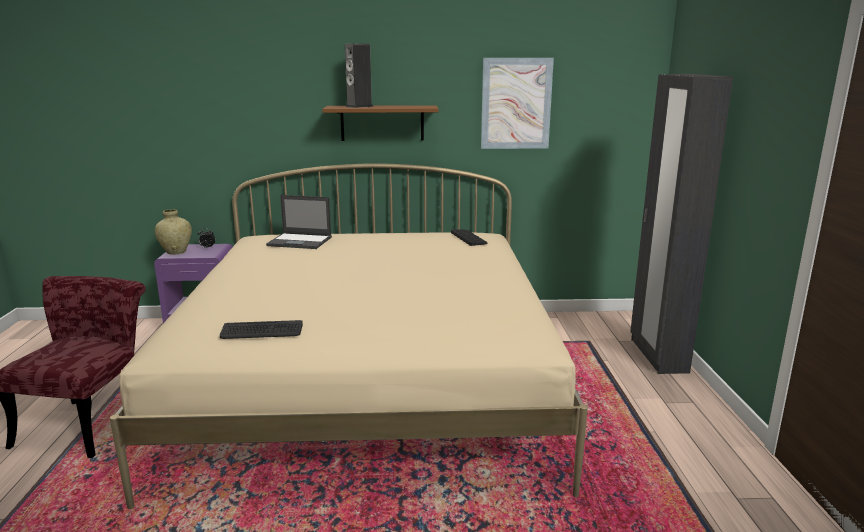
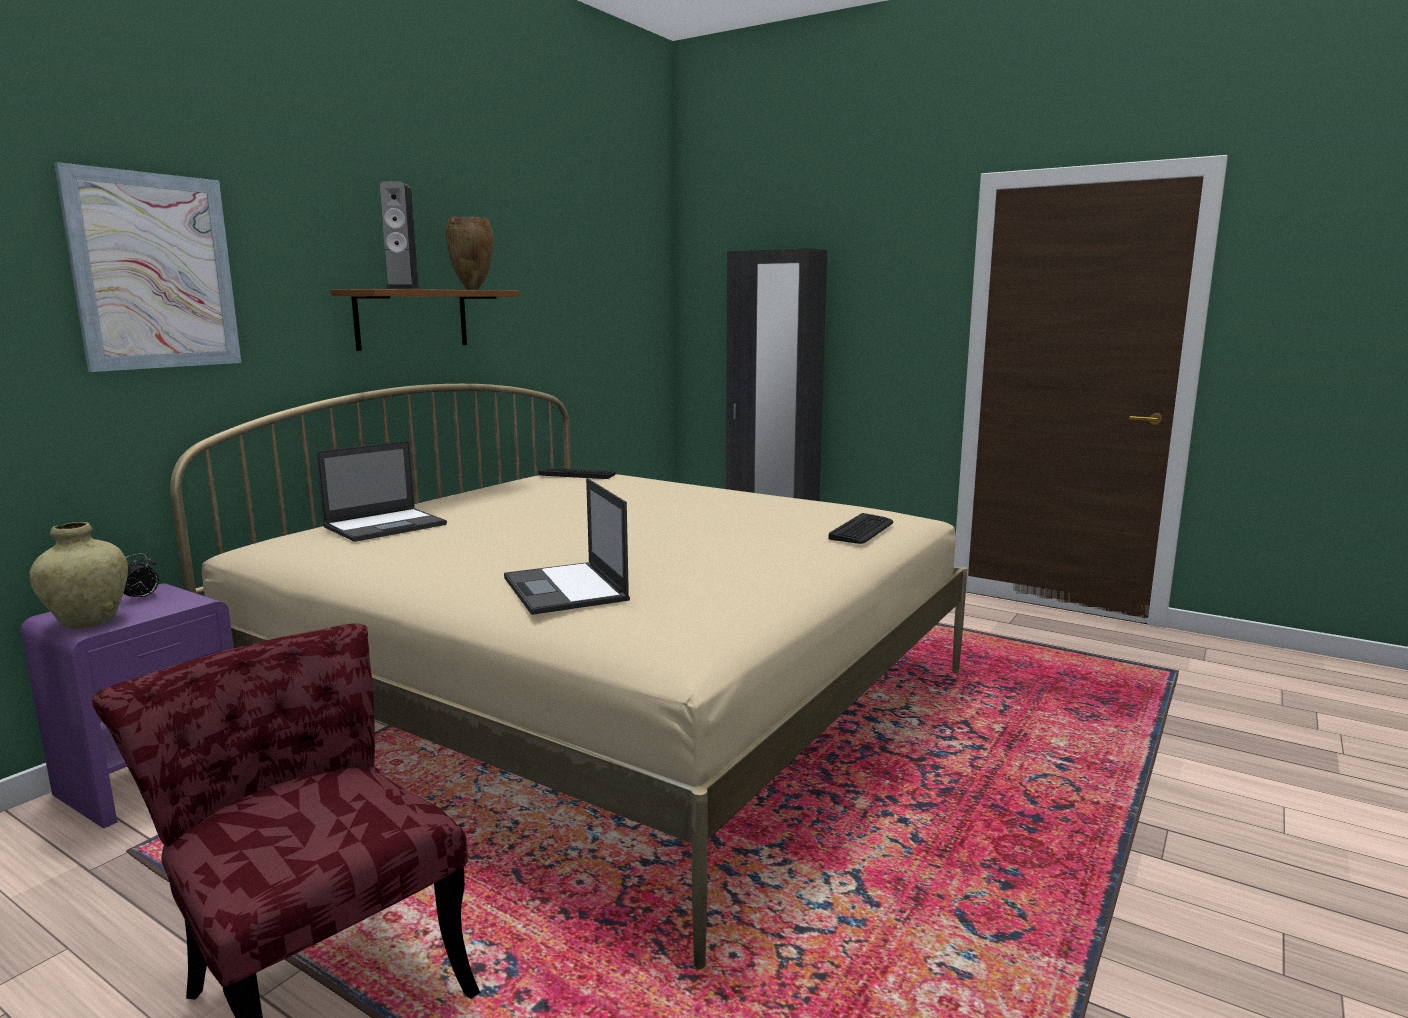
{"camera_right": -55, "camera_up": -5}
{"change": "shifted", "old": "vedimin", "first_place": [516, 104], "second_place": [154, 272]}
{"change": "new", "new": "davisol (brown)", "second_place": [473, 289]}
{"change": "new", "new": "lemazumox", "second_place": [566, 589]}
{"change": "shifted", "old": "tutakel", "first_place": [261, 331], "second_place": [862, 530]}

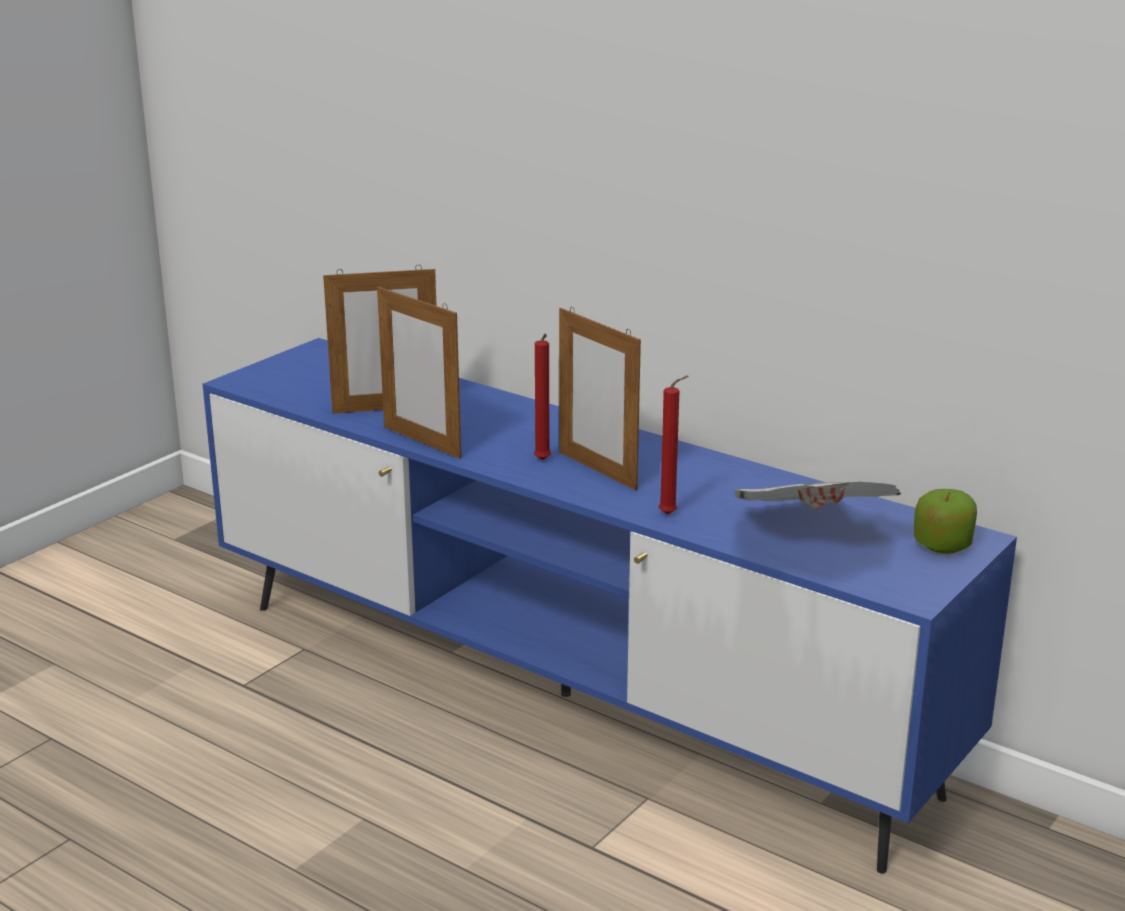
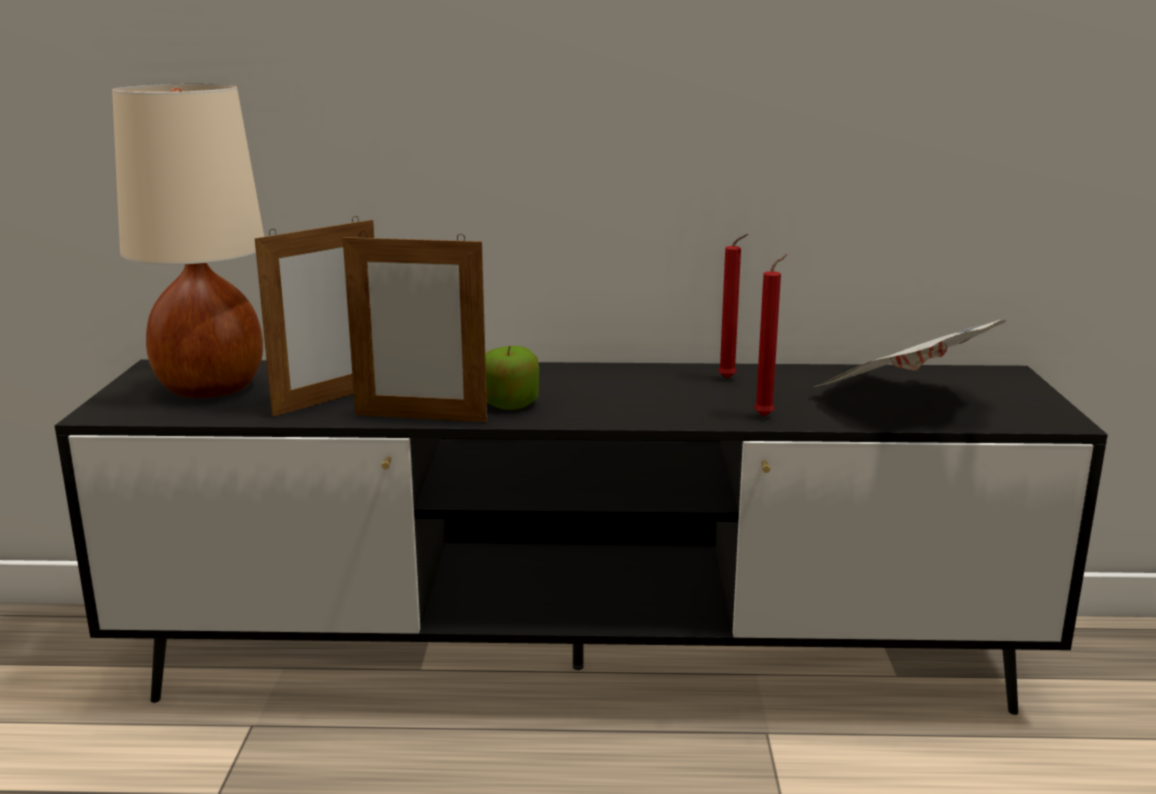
{"camera_right": -35, "camera_up": -5}
{"change": "repainted", "old": "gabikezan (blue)", "new": "gabikezan (black)", "first_place": [565, 694], "second_place": [578, 668]}
{"change": "new", "new": "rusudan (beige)", "second_place": [209, 388]}
{"change": "shifted", "old": "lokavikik", "first_place": [942, 545], "second_place": [509, 404]}
{"change": "shifted", "old": "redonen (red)", "first_place": [543, 461], "second_place": [729, 379]}
{"change": "gone", "old": "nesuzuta", "first_place": [597, 470]}

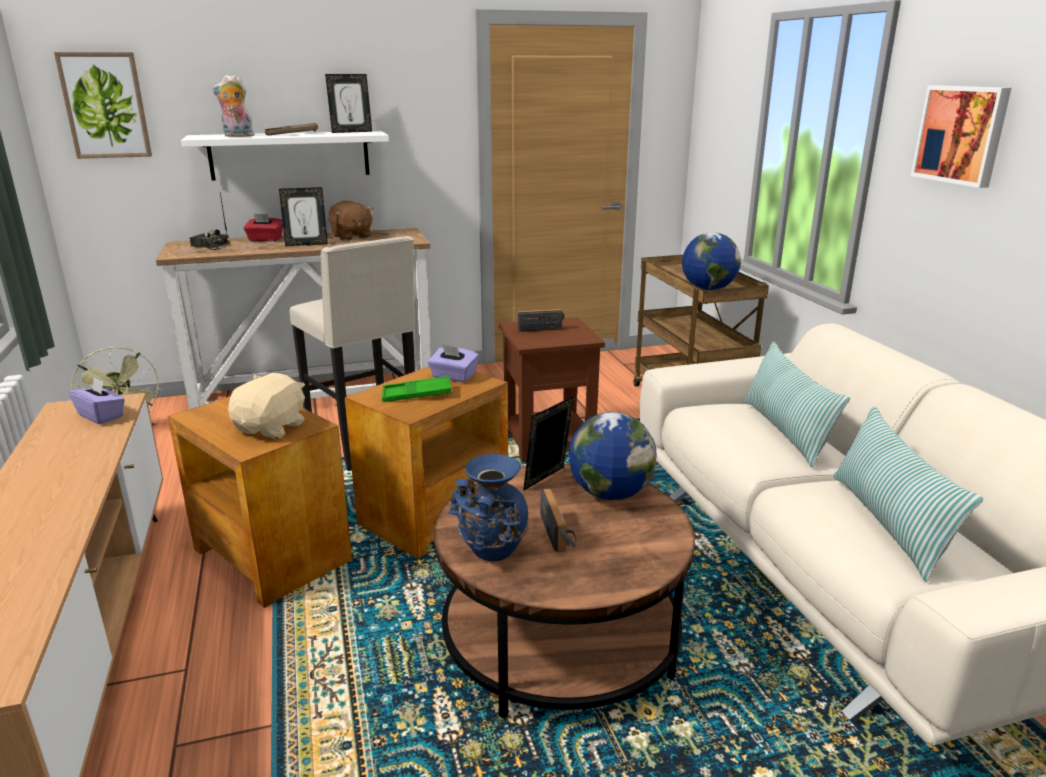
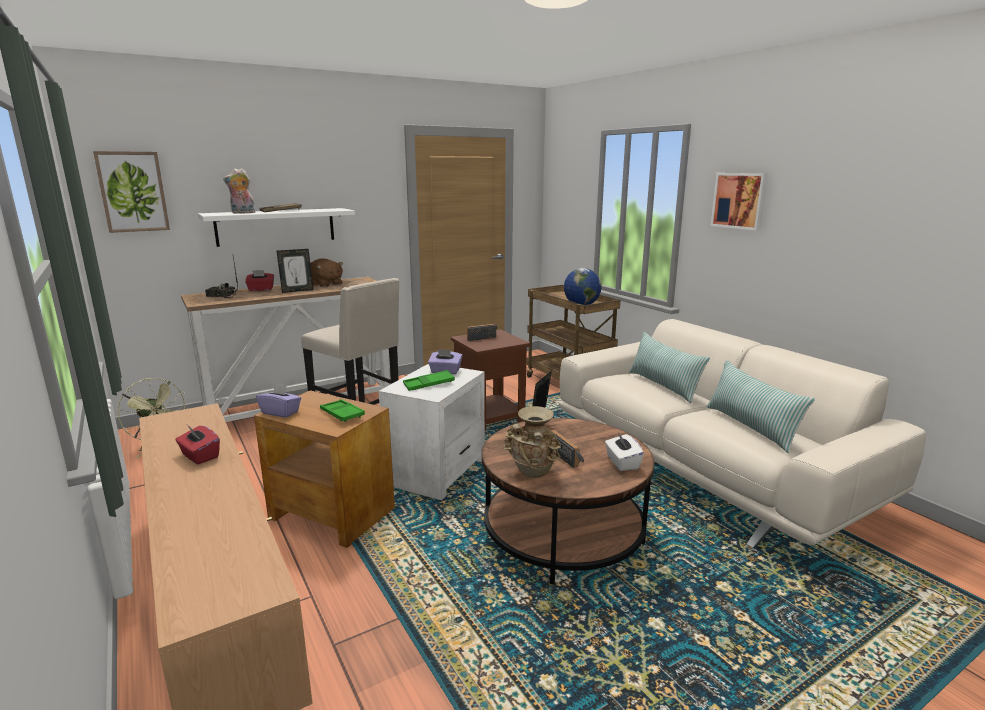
{"camera_right": -15, "camera_up": -5}
{"change": "new", "new": "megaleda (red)", "second_place": [199, 456]}
{"change": "shifted", "old": "megaleda (purple)", "first_place": [101, 416], "second_place": [280, 412]}
{"change": "swapped", "old": "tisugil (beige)", "new": "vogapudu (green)", "first_place": [272, 428], "second_place": [342, 414]}
{"change": "repainted", "old": "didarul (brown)", "new": "didarul (white)", "first_place": [436, 515], "second_place": [437, 472]}
{"change": "repainted", "old": "davisol (blue)", "new": "davisol (beige)", "first_place": [491, 553], "second_place": [533, 473]}
{"change": "new", "new": "megaleda (white)", "second_place": [622, 463]}
{"change": "gone", "old": "nesuzuta", "first_place": [351, 132]}
{"change": "gone", "old": "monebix", "first_place": [610, 493]}

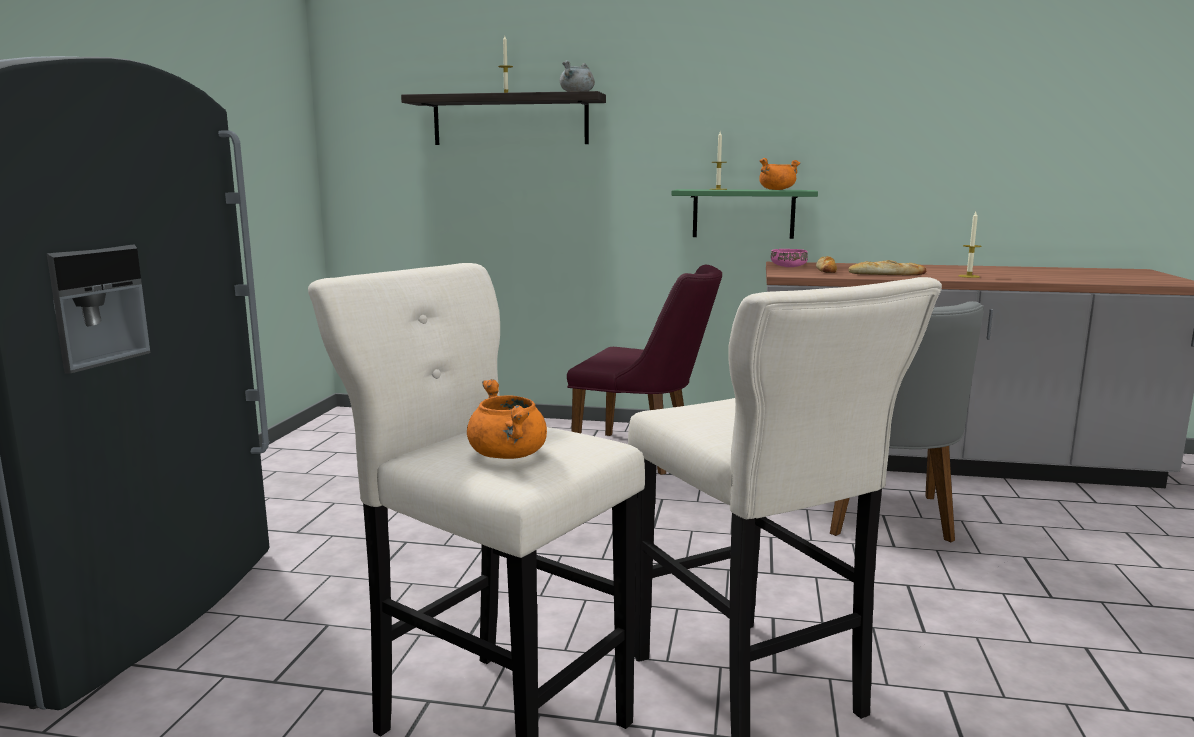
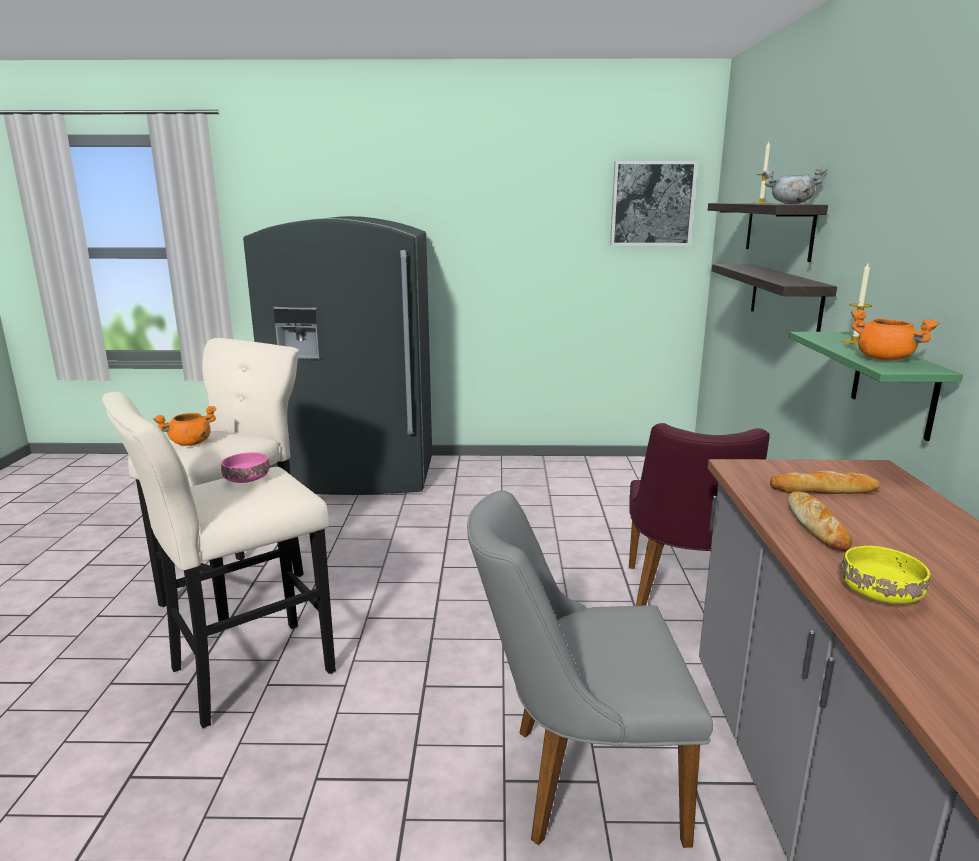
{"camera_right": 80, "camera_up": 5}
{"change": "shifted", "old": "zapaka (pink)", "first_place": [788, 267], "second_place": [245, 479]}
{"change": "new", "new": "vedimin", "second_place": [652, 204]}
{"change": "new", "new": "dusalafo", "second_place": [785, 299]}
{"change": "swapped", "old": "redonen", "new": "zapaka (yellow)", "first_place": [969, 276], "second_place": [881, 593]}

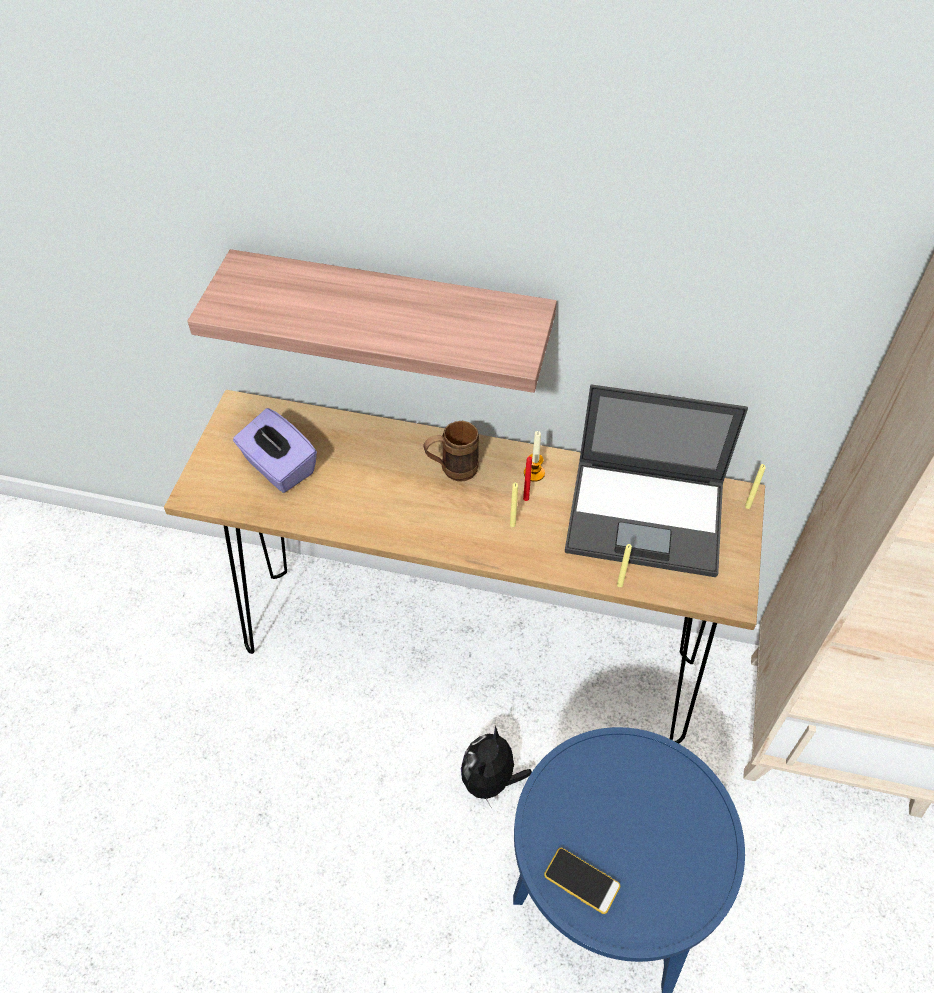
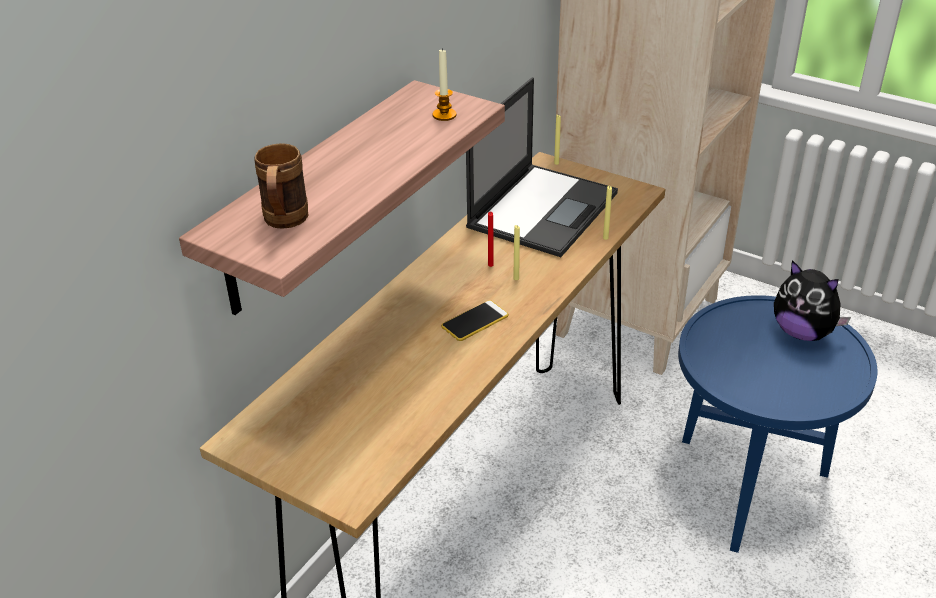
{"camera_right": -70, "camera_up": -15}
{"change": "shifted", "old": "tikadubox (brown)", "first_place": [451, 470], "second_place": [284, 223]}
{"change": "shifted", "old": "redonen", "first_place": [534, 473], "second_place": [444, 115]}
{"change": "shifted", "old": "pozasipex", "first_place": [581, 880], "second_place": [475, 321]}
{"change": "shifted", "old": "tisugil", "first_place": [490, 780], "second_place": [802, 332]}
{"change": "gone", "old": "megaleda (purple)", "first_place": [279, 467]}

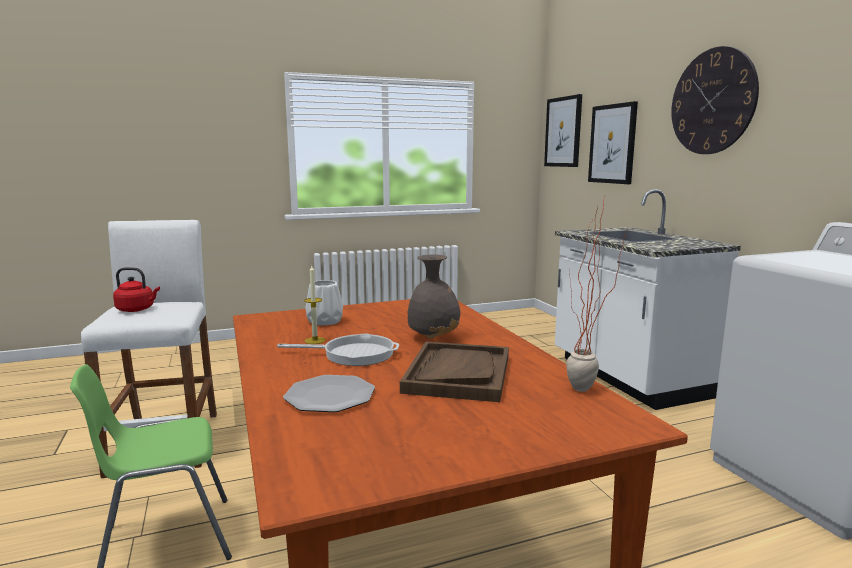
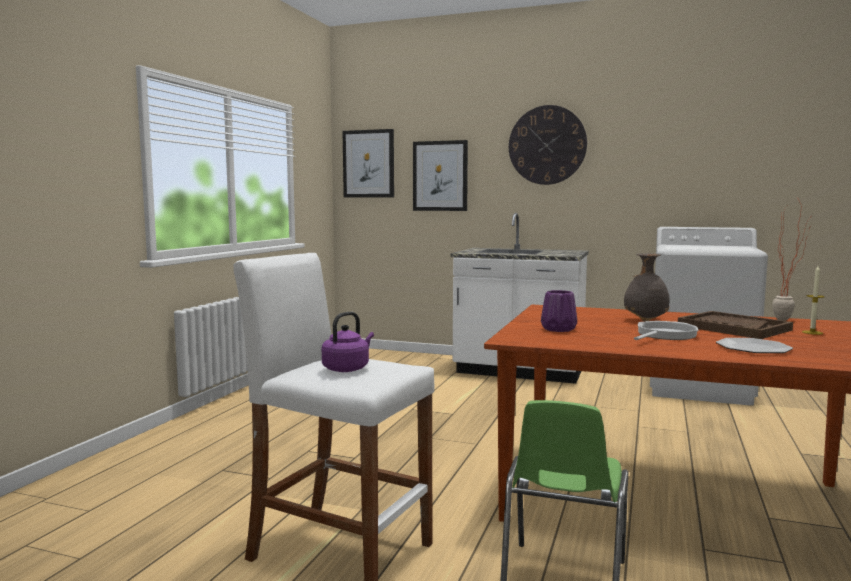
{"camera_right": -50, "camera_up": -5}
{"change": "repainted", "old": "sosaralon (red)", "new": "sosaralon (purple)", "first_place": [137, 309], "second_place": [347, 368]}
{"change": "repainted", "old": "davisol (white)", "new": "davisol (purple)", "first_place": [326, 321], "second_place": [559, 329]}
{"change": "shifted", "old": "redonen", "first_place": [315, 340], "second_place": [812, 332]}

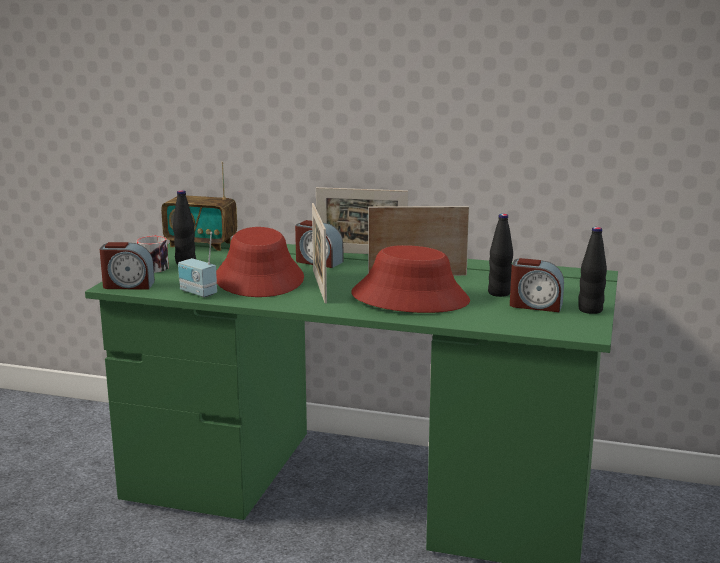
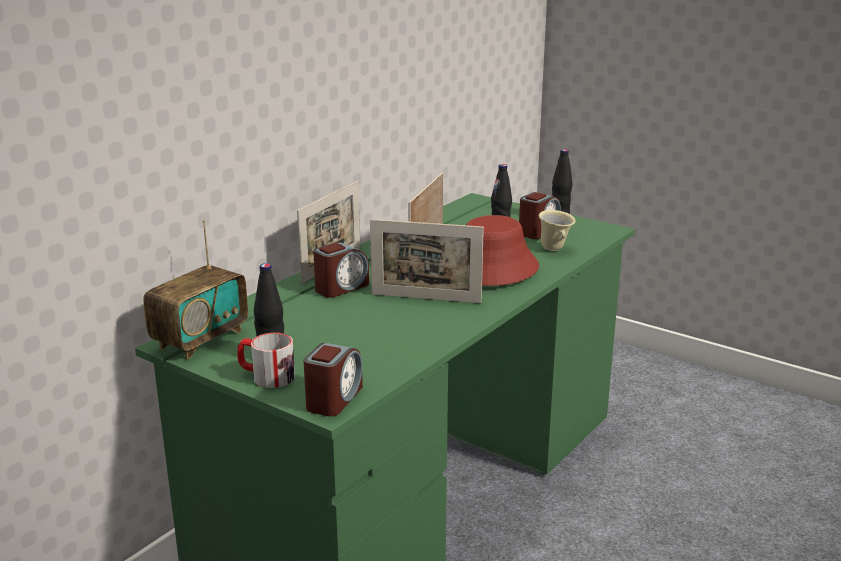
{"camera_right": -70, "camera_up": 5}
{"change": "new", "new": "tikadubox (beige)", "second_place": [555, 249]}
{"change": "gone", "old": "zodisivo", "first_place": [197, 293]}
{"change": "gone", "old": "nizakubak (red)", "first_place": [260, 278]}

